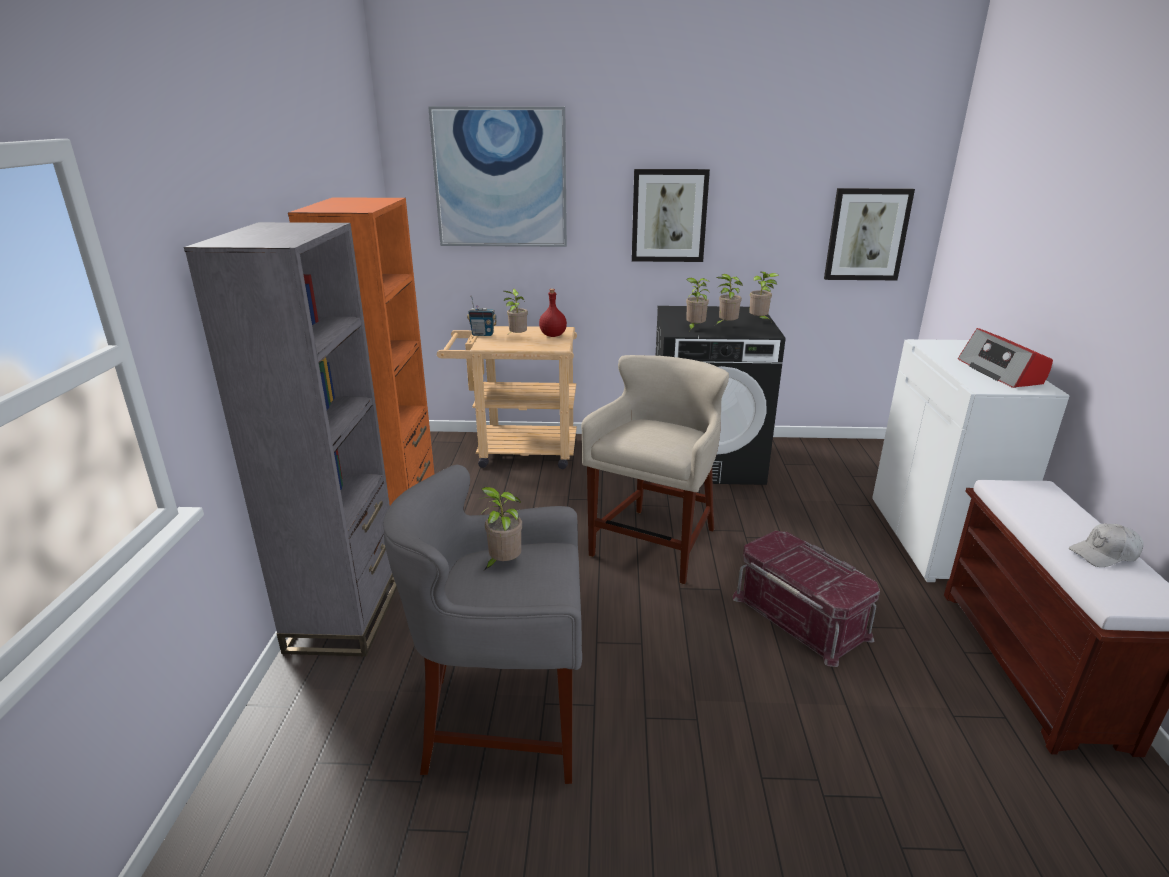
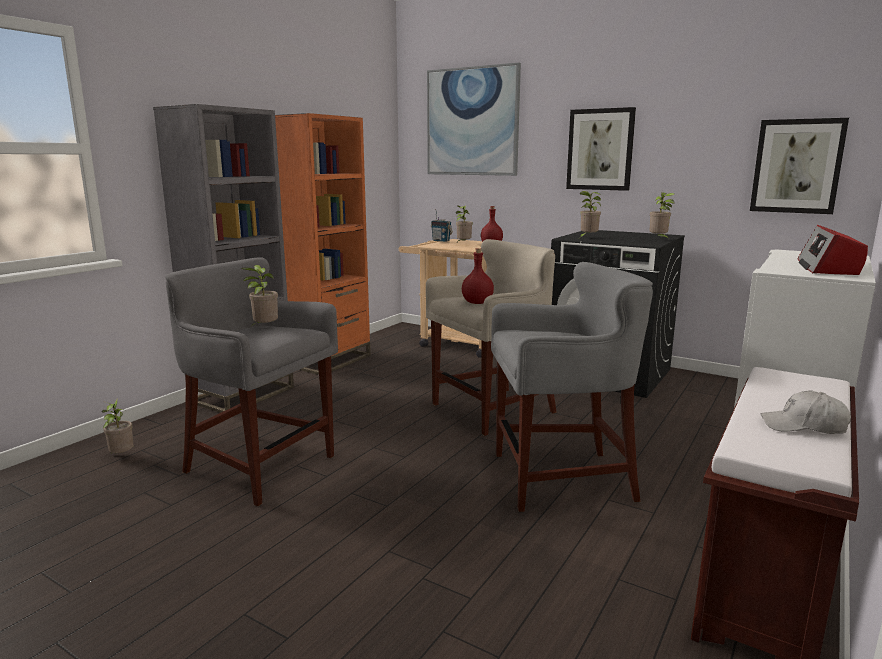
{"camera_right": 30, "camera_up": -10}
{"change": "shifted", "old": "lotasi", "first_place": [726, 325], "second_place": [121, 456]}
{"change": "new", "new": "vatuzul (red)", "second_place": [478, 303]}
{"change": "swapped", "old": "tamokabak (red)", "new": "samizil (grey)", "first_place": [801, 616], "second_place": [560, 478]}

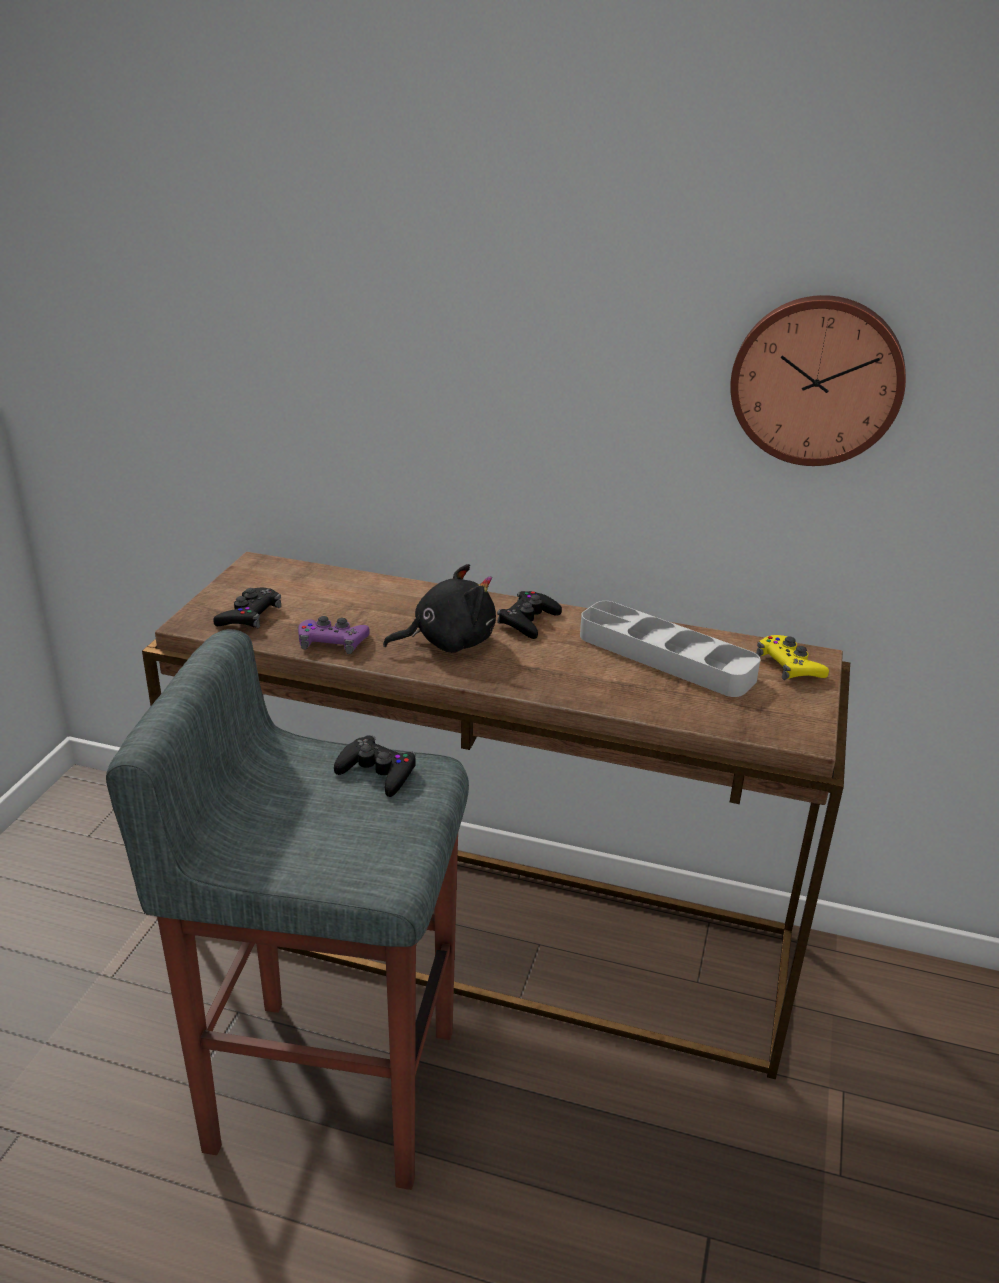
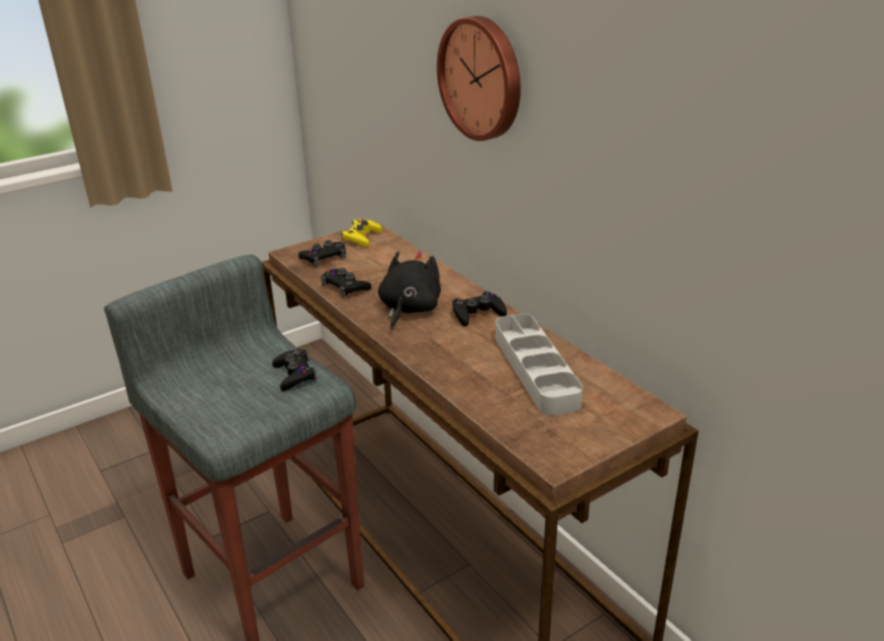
{"camera_right": 40, "camera_up": 0}
{"change": "repainted", "old": "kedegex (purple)", "new": "kedegex (black)", "first_place": [332, 642], "second_place": [345, 287]}
{"change": "shifted", "old": "kedegex (yellow)", "first_place": [789, 665], "second_place": [361, 237]}
{"change": "rotated", "old": "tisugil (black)", "first_place": [448, 642], "second_place": [409, 309], "degrees": -90}
{"change": "shifted", "old": "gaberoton", "first_place": [817, 380], "second_place": [482, 78]}

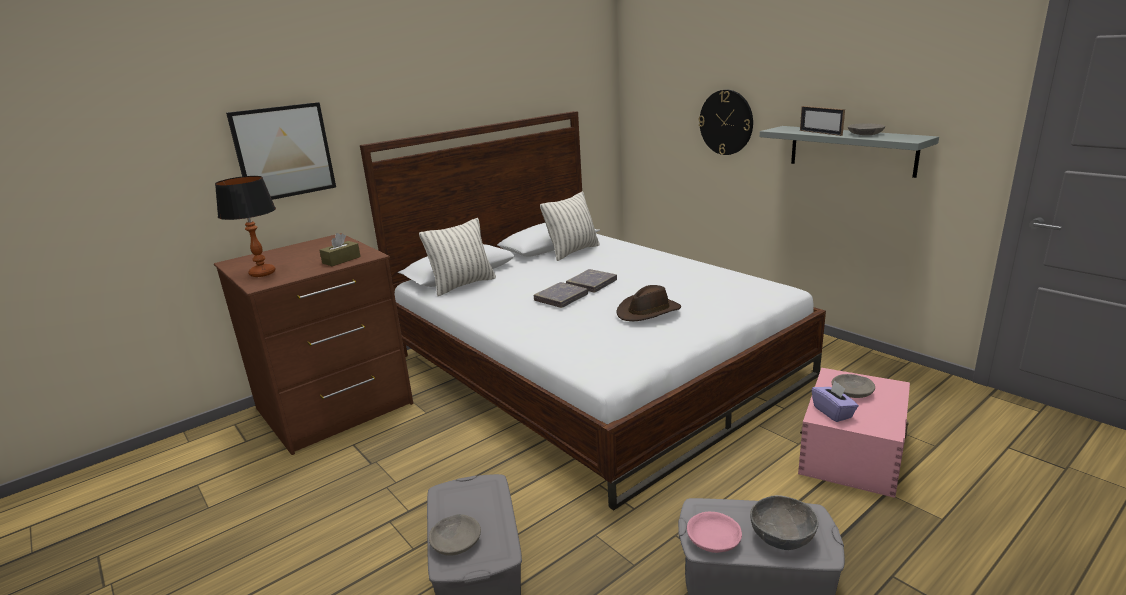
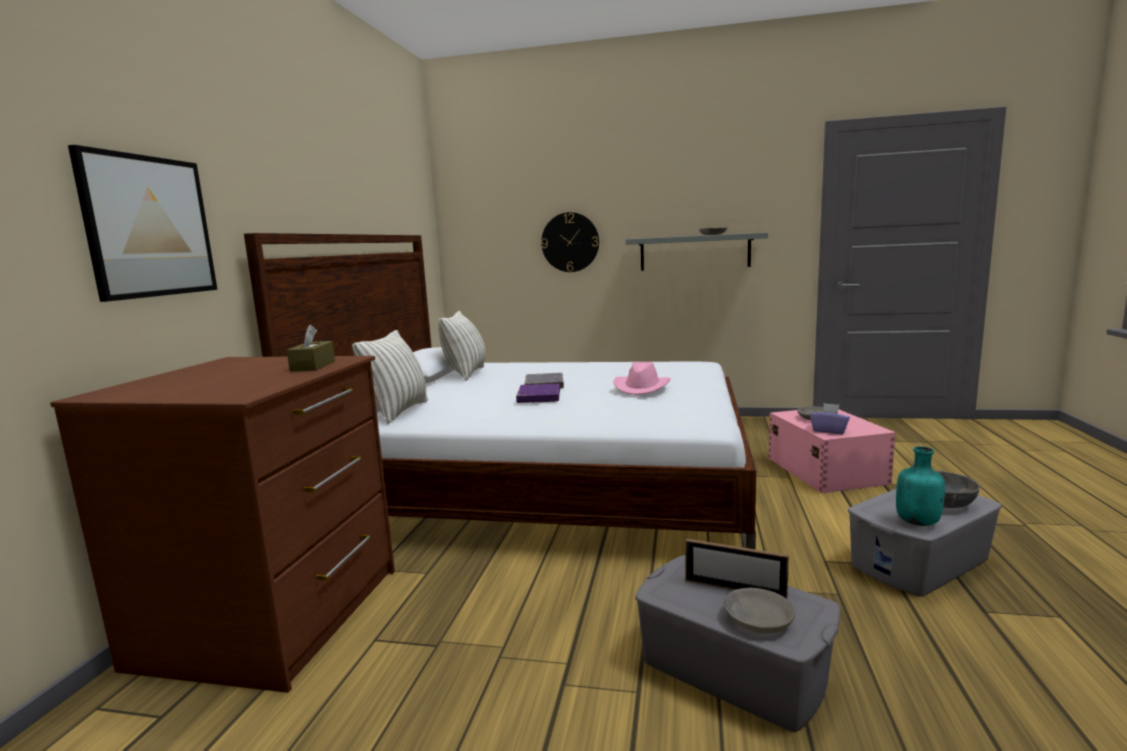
{"camera_right": -40, "camera_up": -10}
{"change": "repainted", "old": "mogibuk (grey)", "new": "mogibuk (purple)", "first_place": [561, 298], "second_place": [539, 397]}
{"change": "repainted", "old": "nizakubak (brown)", "new": "nizakubak (pink)", "first_place": [648, 311], "second_place": [642, 388]}
{"change": "shifted", "old": "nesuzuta", "first_place": [820, 133], "second_place": [734, 589]}
{"change": "swapped", "old": "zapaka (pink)", "new": "vatuzul (turquoise)", "first_place": [714, 540], "second_place": [918, 522]}
{"change": "gone", "old": "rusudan", "first_place": [263, 273]}

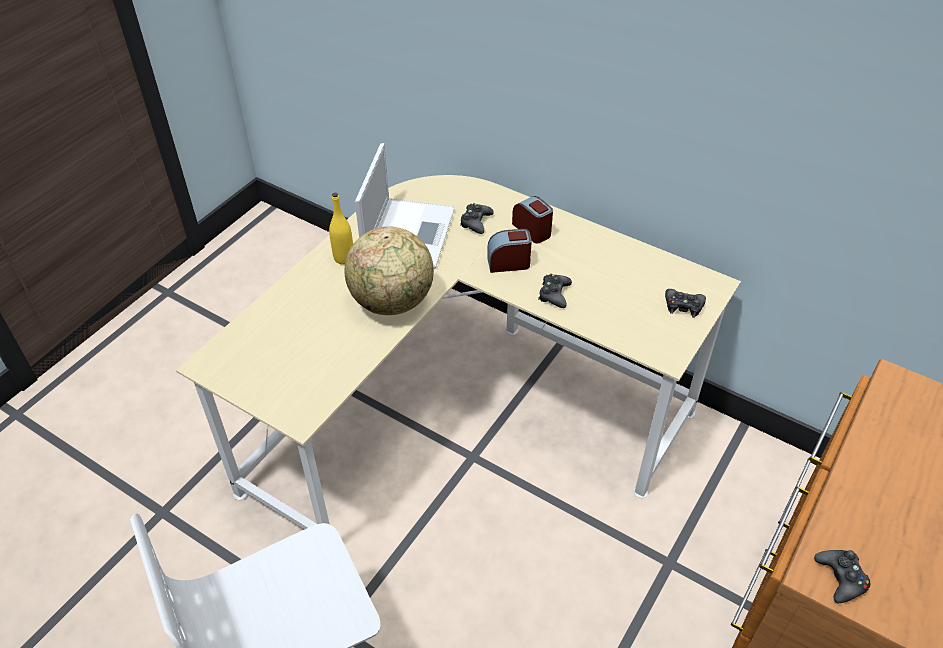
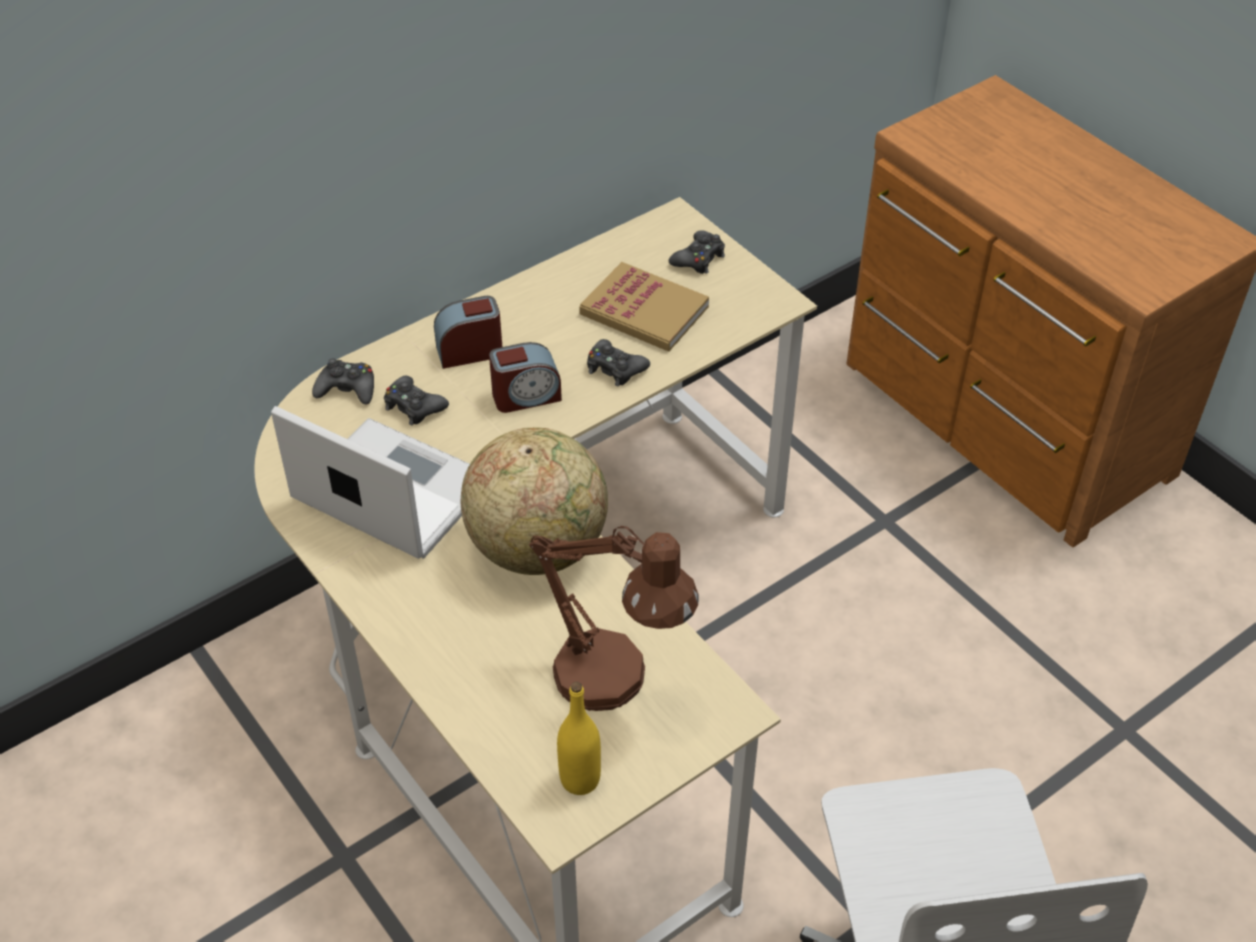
{"camera_right": -70, "camera_up": 0}
{"change": "shifted", "old": "kedegex (black)", "first_place": [841, 578], "second_place": [347, 389]}
{"change": "rotated", "old": "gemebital", "first_place": [508, 263], "second_place": [526, 396], "degrees": -120}
{"change": "new", "new": "rusudan (brown)", "second_place": [616, 683]}
{"change": "shifted", "old": "vatuzul (yellow)", "first_place": [344, 258], "second_place": [580, 779]}
{"change": "new", "new": "mogibuk", "second_place": [644, 311]}

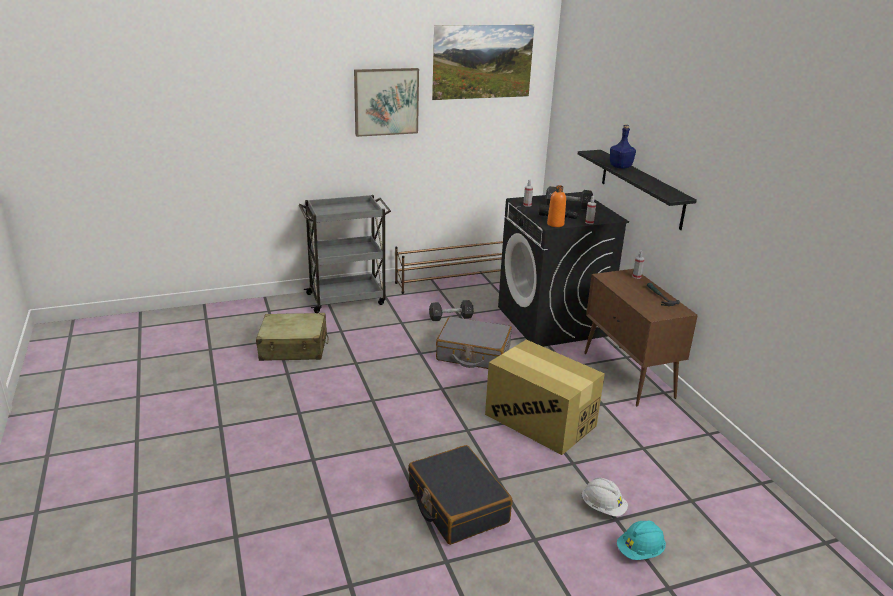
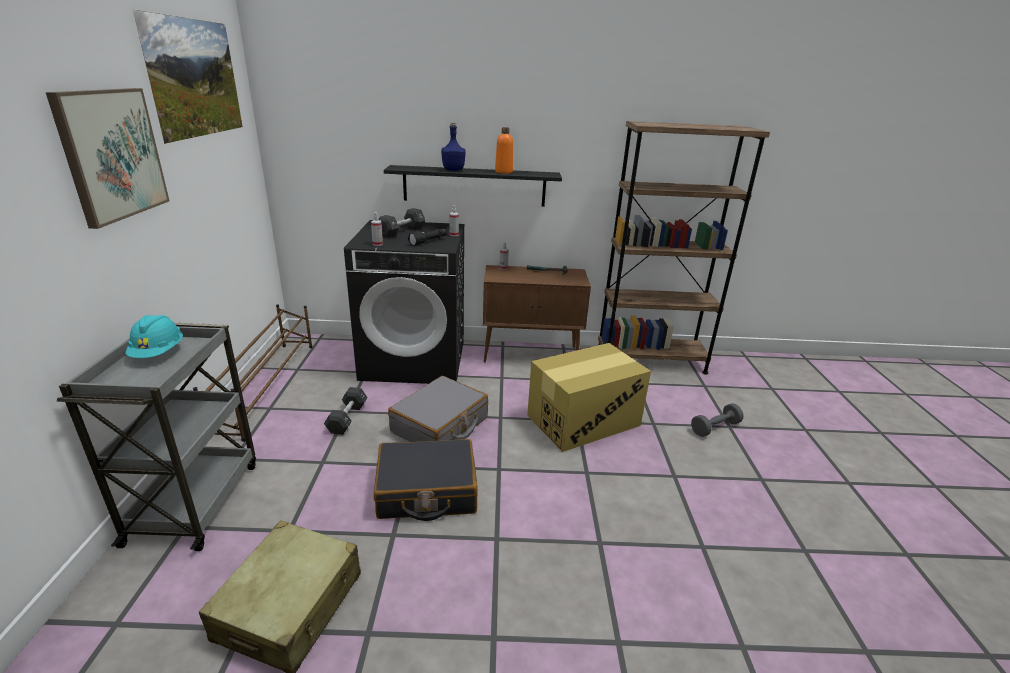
{"camera_right": -70, "camera_up": 0}
{"change": "shifted", "old": "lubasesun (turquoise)", "first_place": [640, 551], "second_place": [158, 353]}
{"change": "shifted", "old": "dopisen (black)", "first_place": [457, 505], "second_place": [426, 491]}
{"change": "shifted", "old": "vatuzul (orange)", "first_place": [555, 224], "second_place": [503, 172]}
{"change": "new", "new": "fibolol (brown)", "second_place": [650, 360]}
{"change": "swapped", "old": "lubasesun (white)", "new": "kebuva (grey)", "first_place": [603, 507], "second_place": [715, 428]}

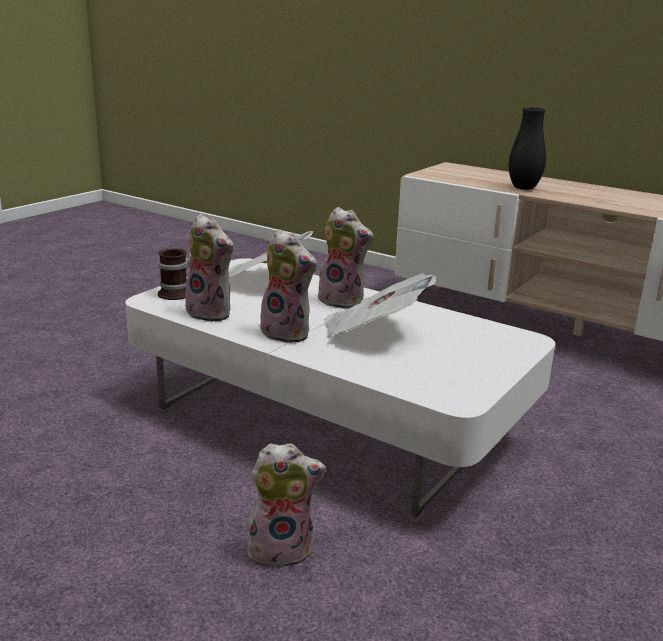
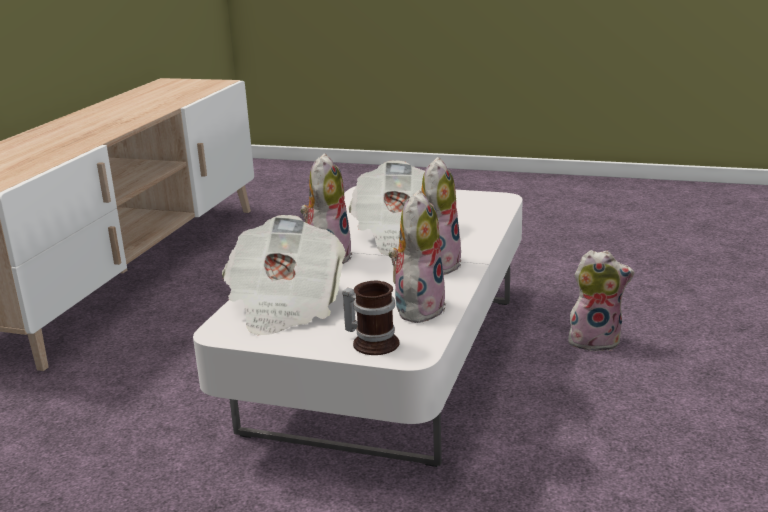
{"camera_right": -105, "camera_up": 0}
{"change": "rotated", "old": "tisugil", "first_place": [282, 549], "second_place": [595, 341], "degrees": 120}
{"change": "gone", "old": "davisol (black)", "first_place": [523, 188]}

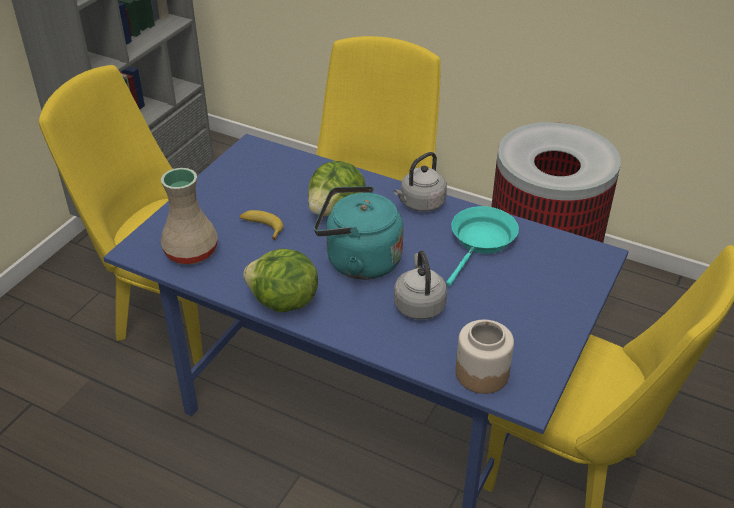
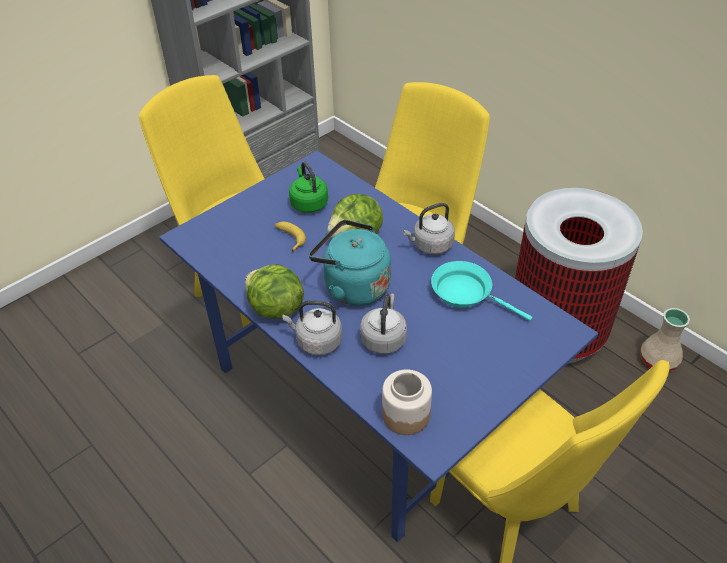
{"camera_right": 20, "camera_up": 5}
{"change": "new", "new": "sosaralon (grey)", "second_place": [316, 341]}
{"change": "new", "new": "sosaralon (green)", "second_place": [308, 203]}
{"change": "rotated", "old": "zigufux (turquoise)", "first_place": [481, 242], "second_place": [466, 293], "degrees": -105}
{"change": "shifted", "old": "davisol (beige)", "first_place": [192, 251], "second_place": [659, 360]}

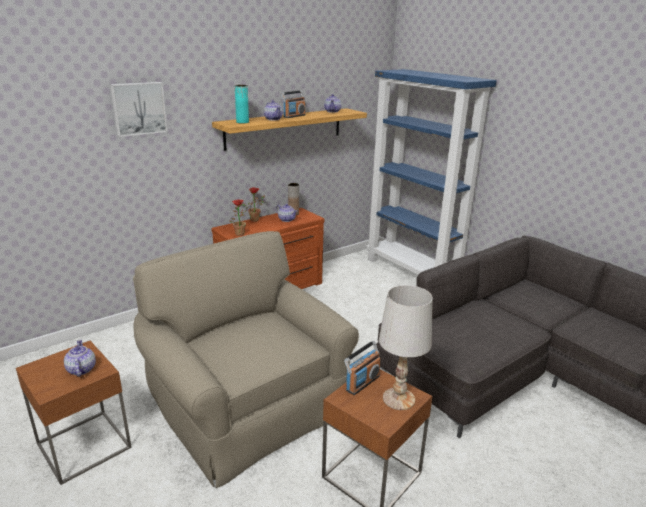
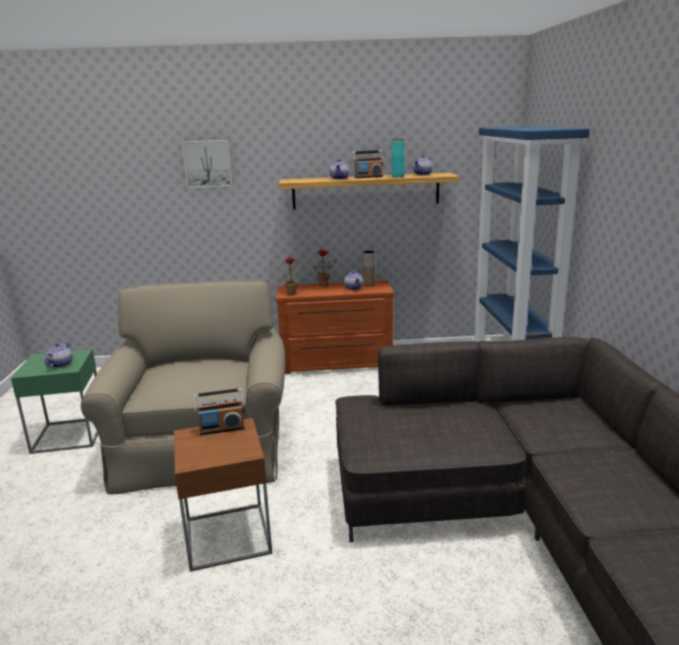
{"camera_right": 35, "camera_up": -5}
{"change": "repainted", "old": "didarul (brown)", "new": "didarul (green)", "first_place": [84, 445], "second_place": [69, 435]}
{"change": "shifted", "old": "davisol (turquoise)", "first_place": [242, 122], "second_place": [397, 176]}
{"change": "gone", "old": "rusudan (white)", "first_place": [398, 399]}

